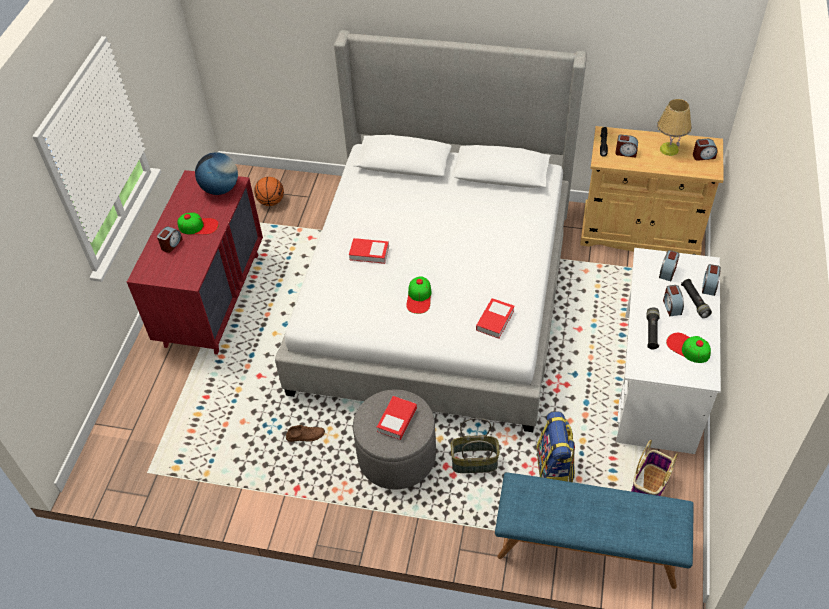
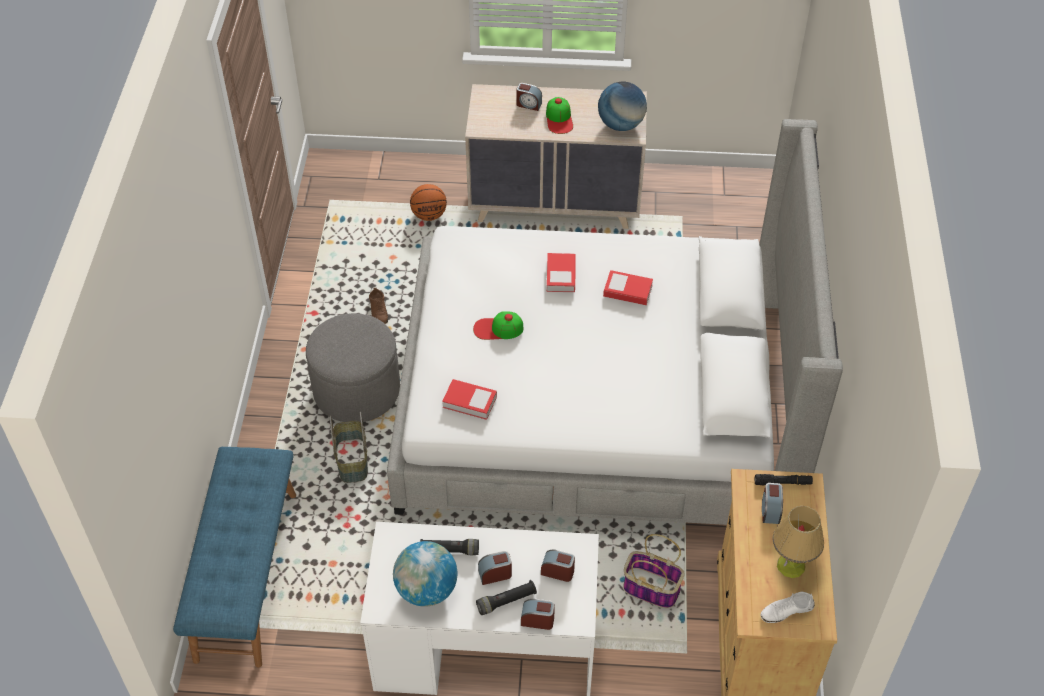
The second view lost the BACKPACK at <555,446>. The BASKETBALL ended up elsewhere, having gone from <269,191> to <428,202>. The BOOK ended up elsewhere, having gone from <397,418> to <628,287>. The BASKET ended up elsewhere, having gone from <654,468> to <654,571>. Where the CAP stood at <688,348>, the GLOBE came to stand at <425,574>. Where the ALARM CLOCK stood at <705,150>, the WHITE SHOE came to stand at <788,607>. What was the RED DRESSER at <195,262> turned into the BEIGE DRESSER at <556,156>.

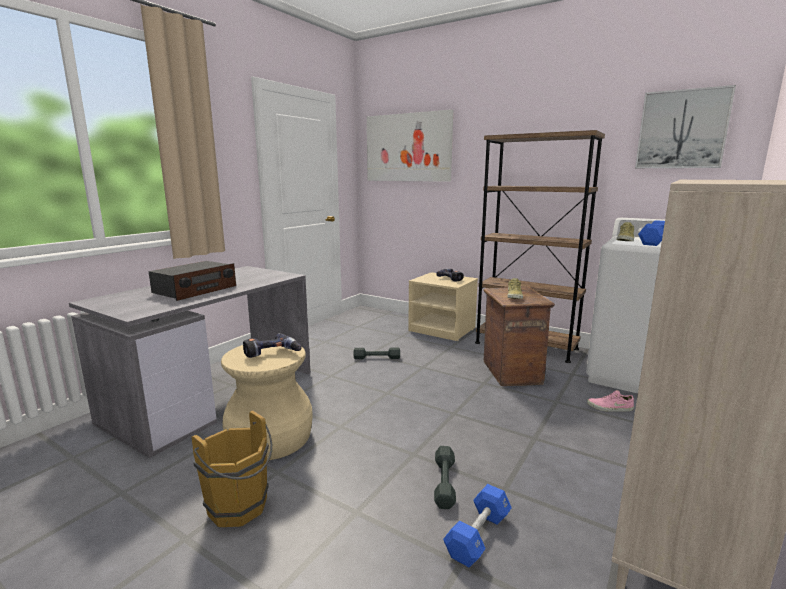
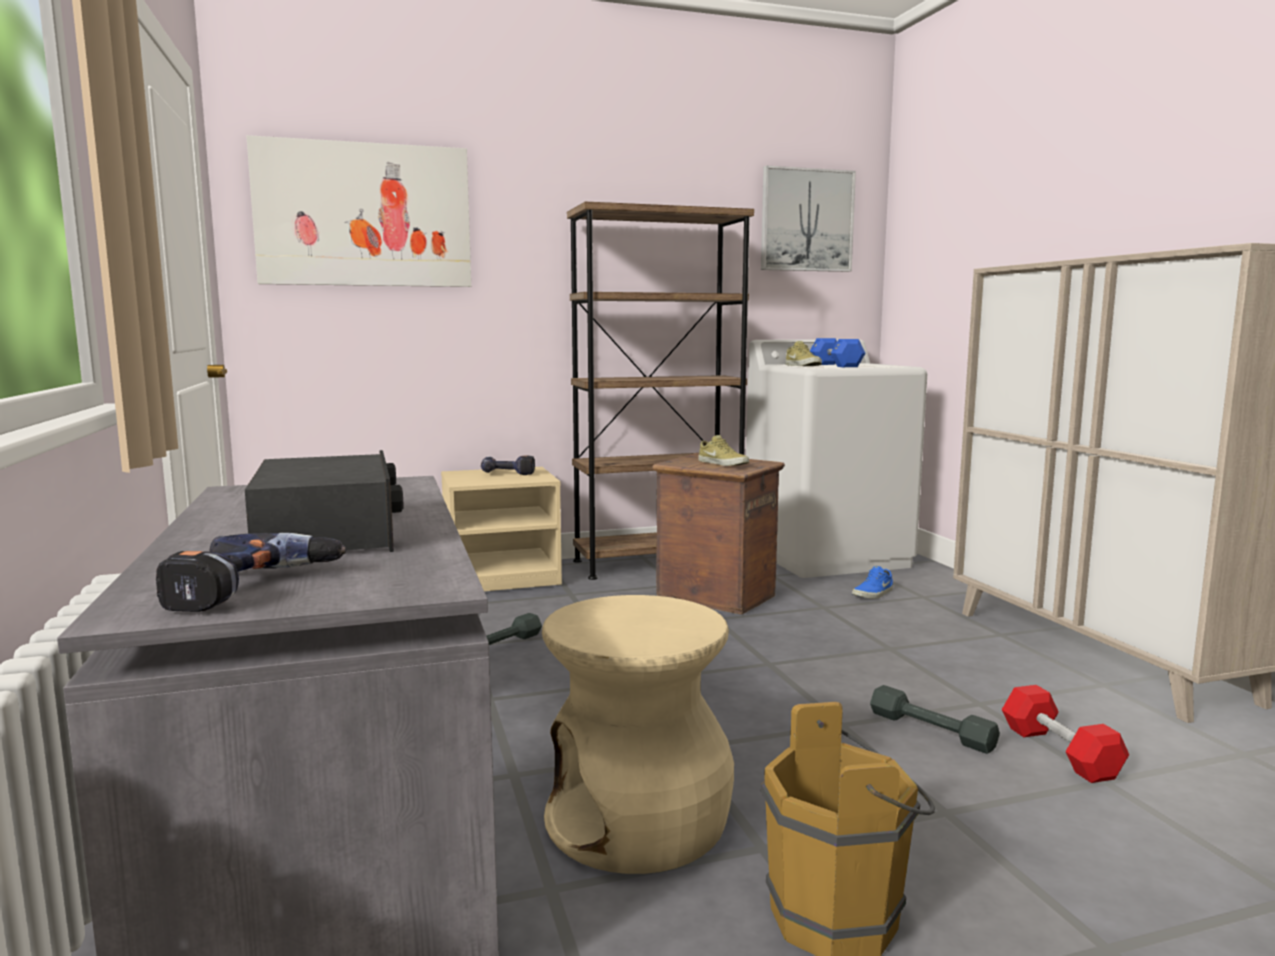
The POWER DRILL ended up elsewhere, having gone from <272,345> to <251,572>. What was the BLUE DUMBBELL at <477,525> turned into the RED DUMBBELL at <1065,734>. What was the PINK SHOE at <610,401> turned into the BLUE SHOE at <872,582>.

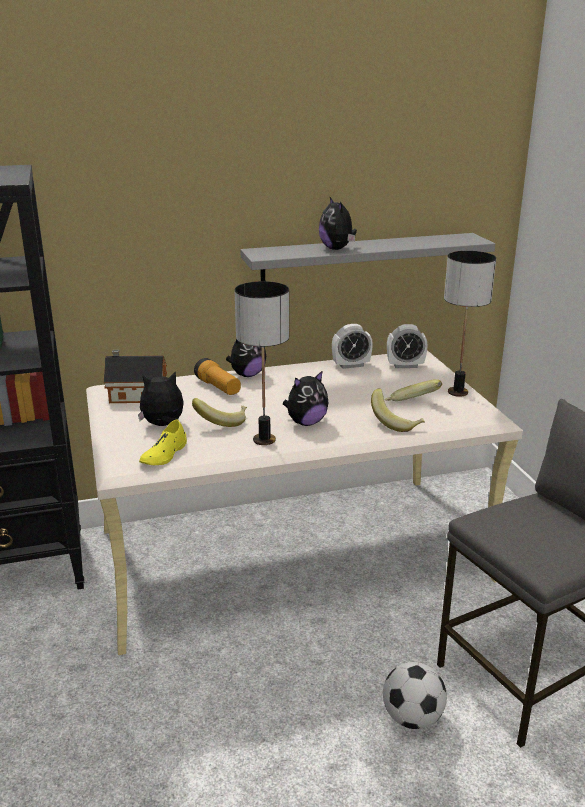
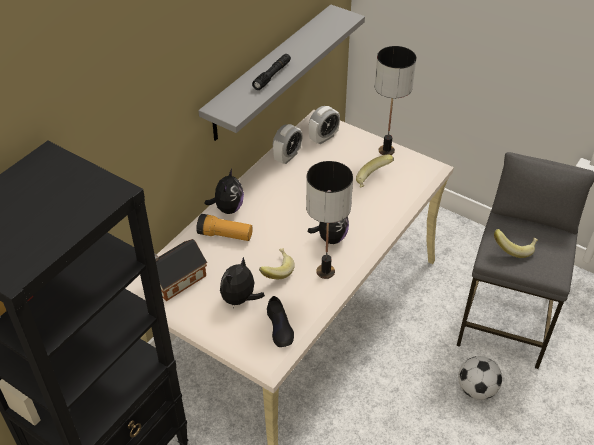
The BANANA ended up elsewhere, having gone from <398,410> to <516,243>. Where the PLUSH TOY stood at <338,223>, the BLACK FLASHLIGHT came to stand at <271,72>. What was the YELLOW SHOE at <163,442> turned into the BLACK SHOE at <280,321>.

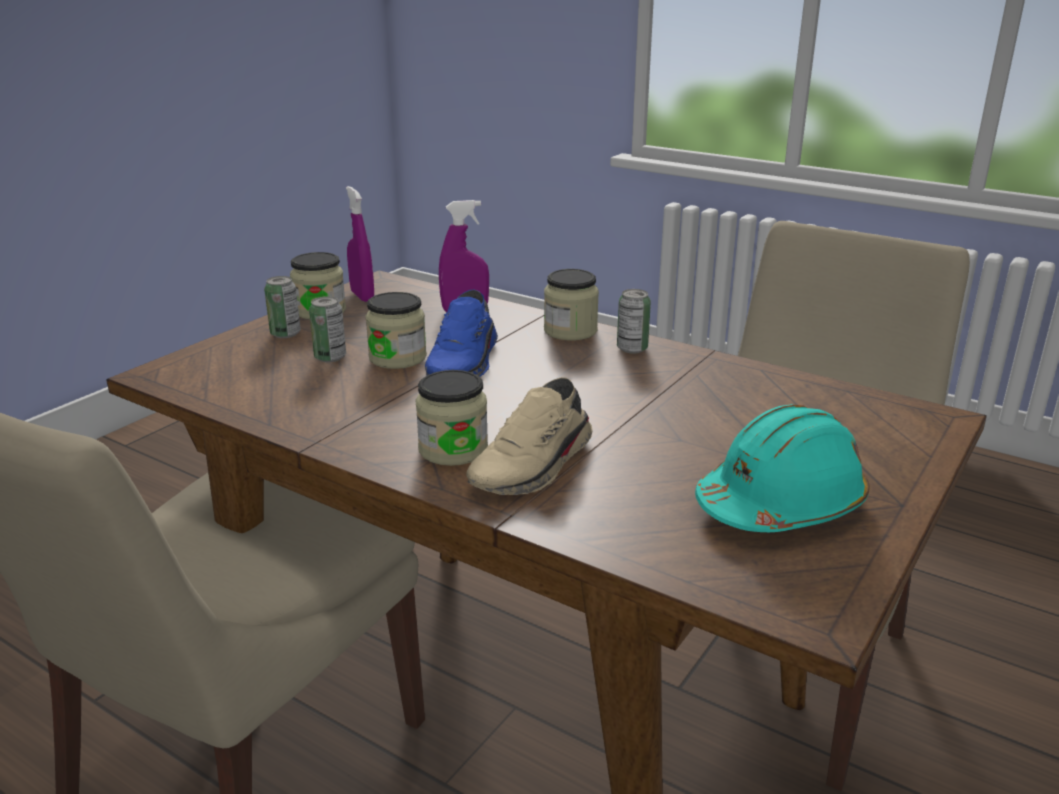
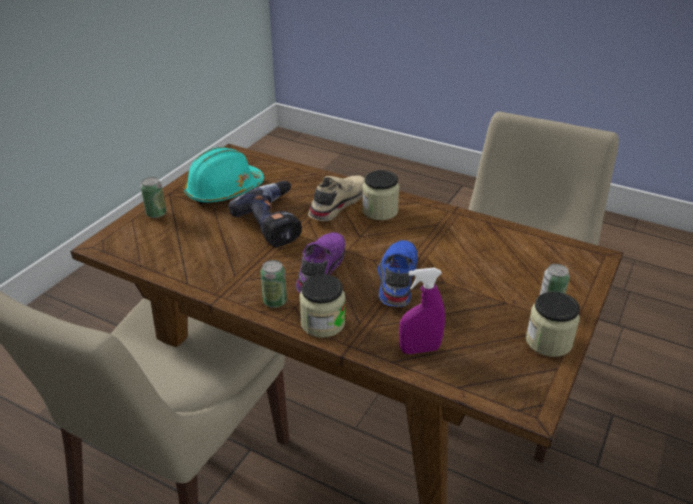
The second view lost the PURPLE SPRAY BOTTLE at <360,244>. The second view lost the JAR at <396,330>. The second view gained the POWER DRILL at <265,214>. The second view gained the PURPLE SHOE at <320,262>. The CAN ended up elsewhere, having gone from <327,329> to <153,197>.

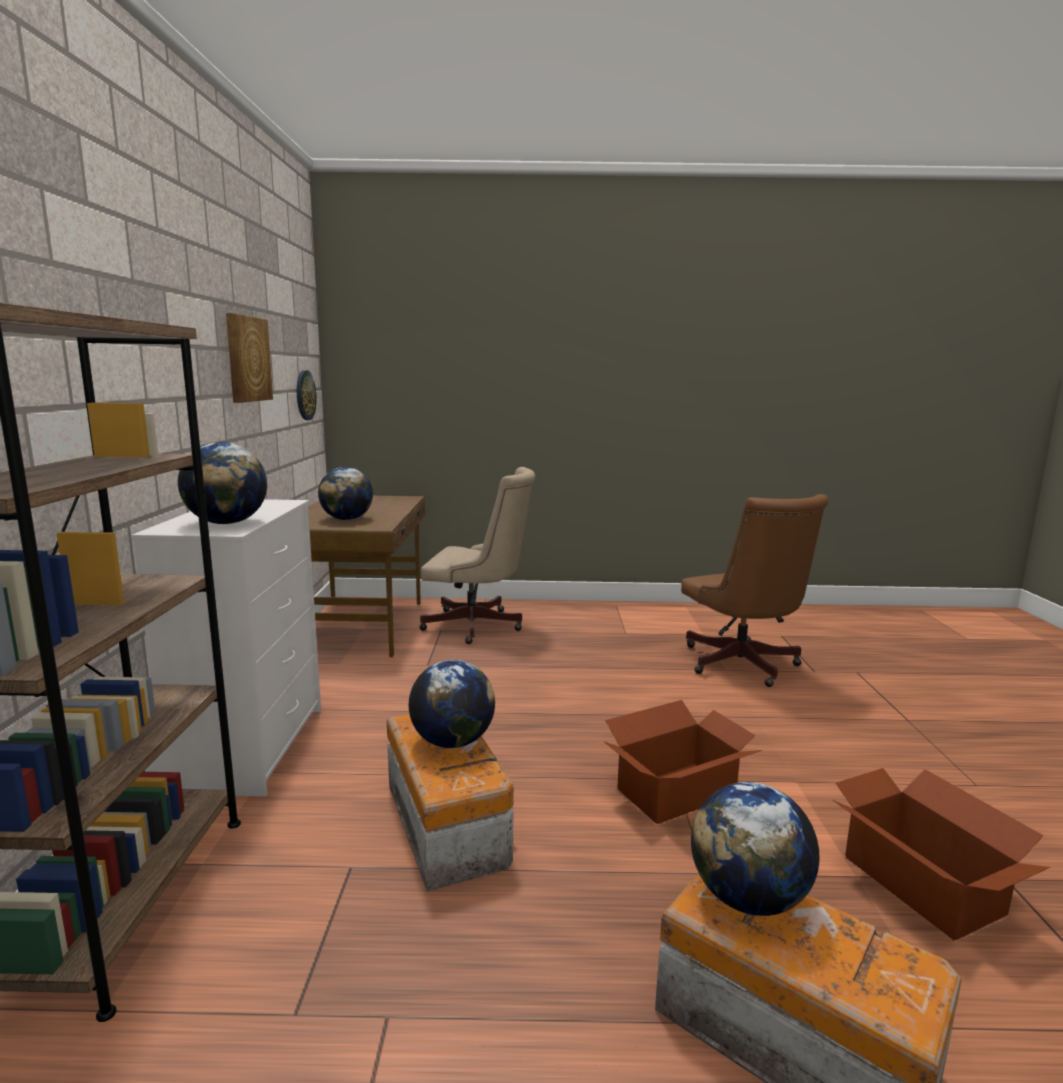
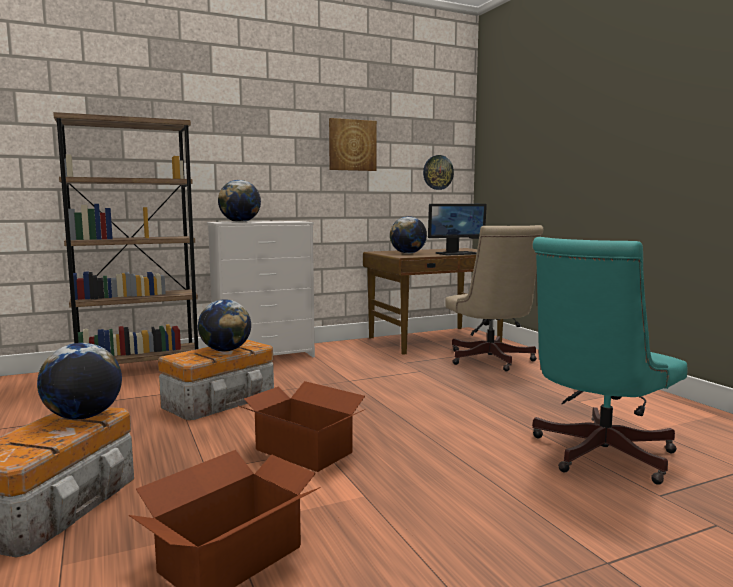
The second view gained the MONITOR at <457,229>. What was the BROWN OFFICE CHAIR at <754,590> turned into the TURQUOISE OFFICE CHAIR at <610,361>.

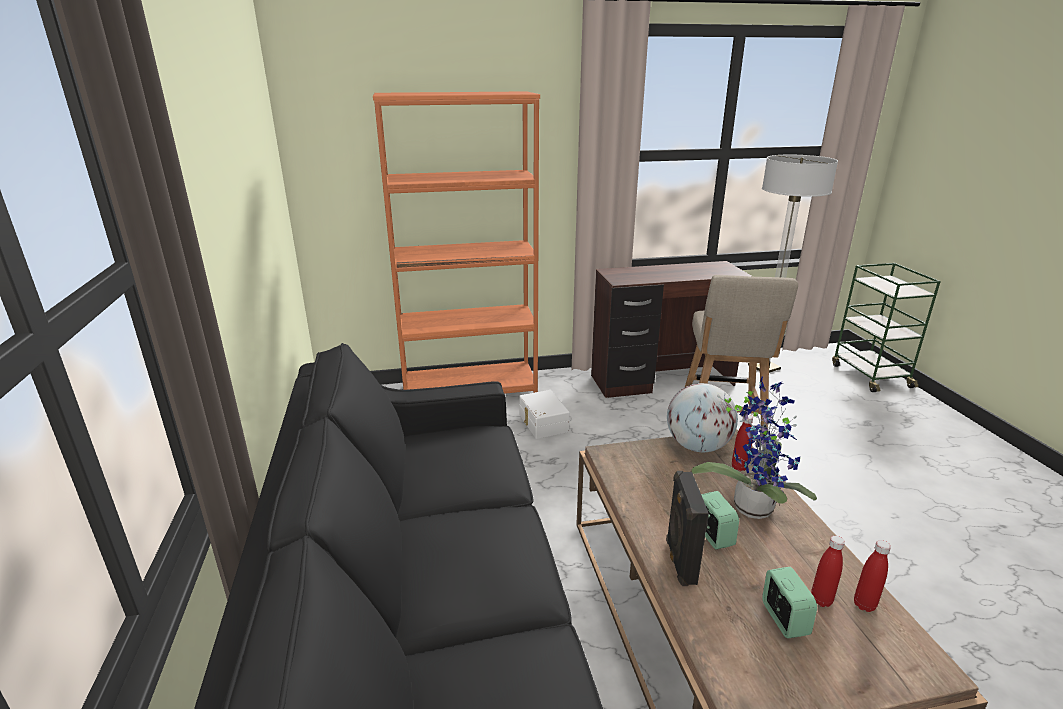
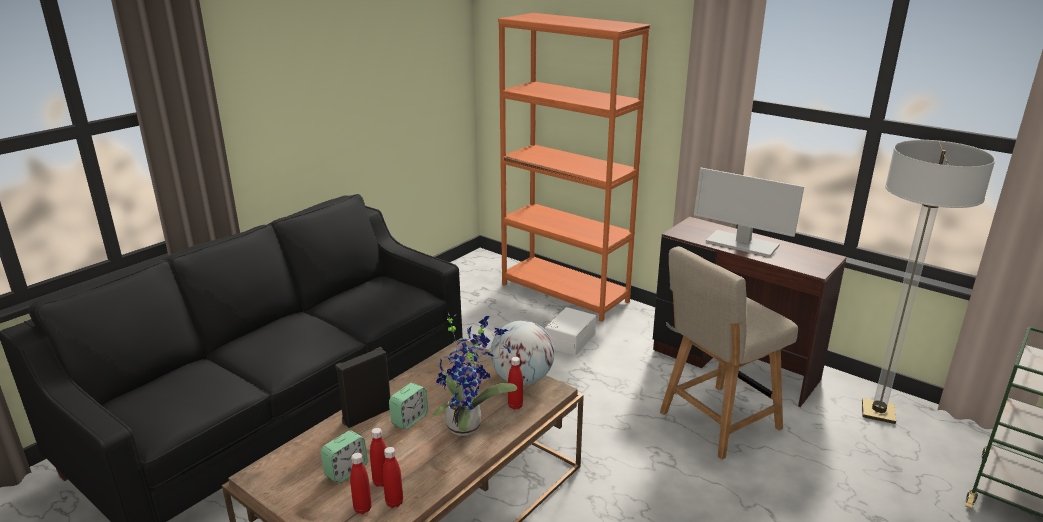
The second view gained the RED BOTTLE at <361,483>. The second view gained the MONITOR at <749,212>.

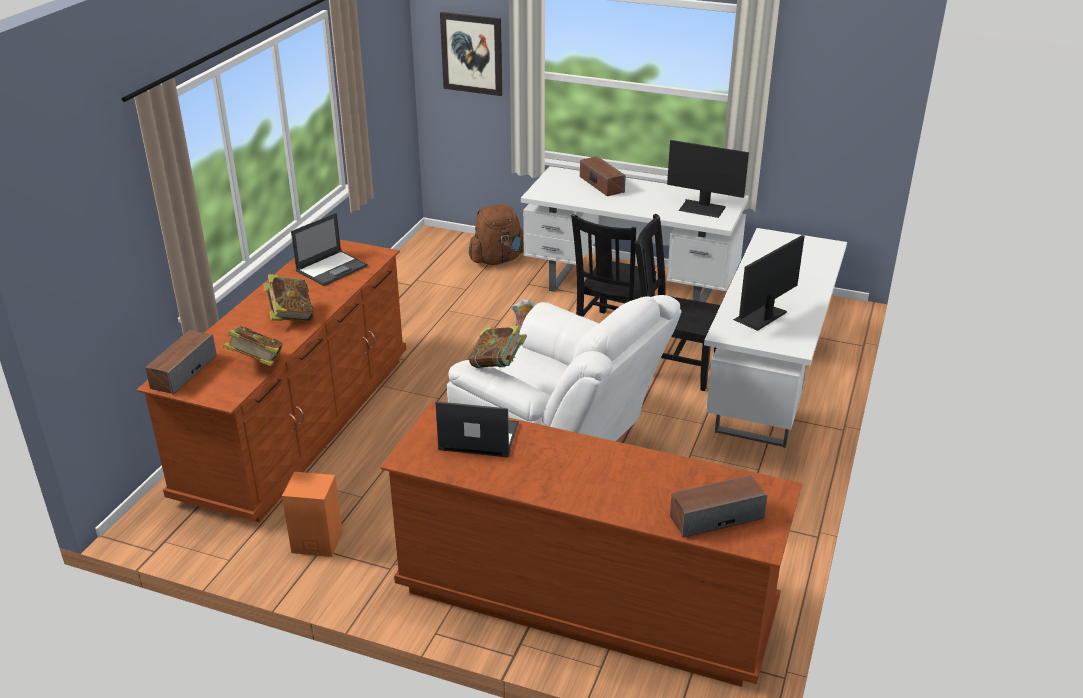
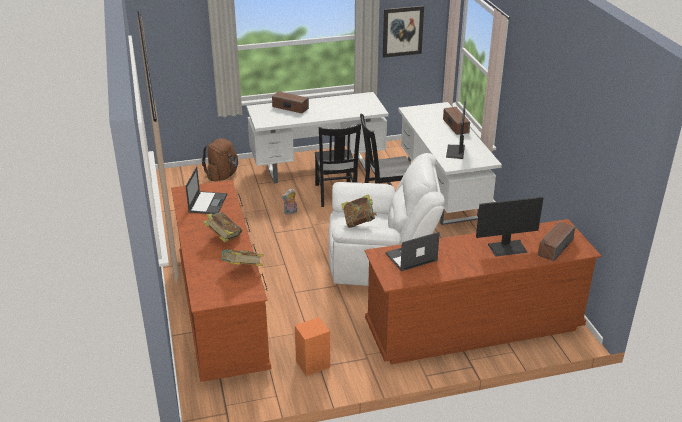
The SPEAKER ended up elsewhere, having gone from <181,362> to <456,121>. The PICTURE ended up elsewhere, having gone from <471,54> to <403,32>. The MONITOR ended up elsewhere, having gone from <708,179> to <509,227>.

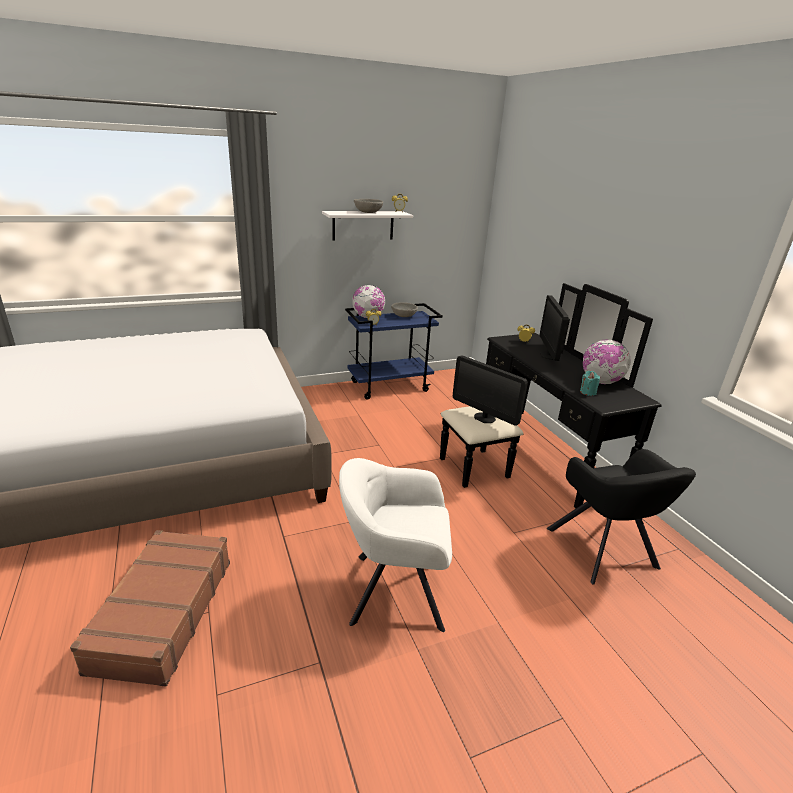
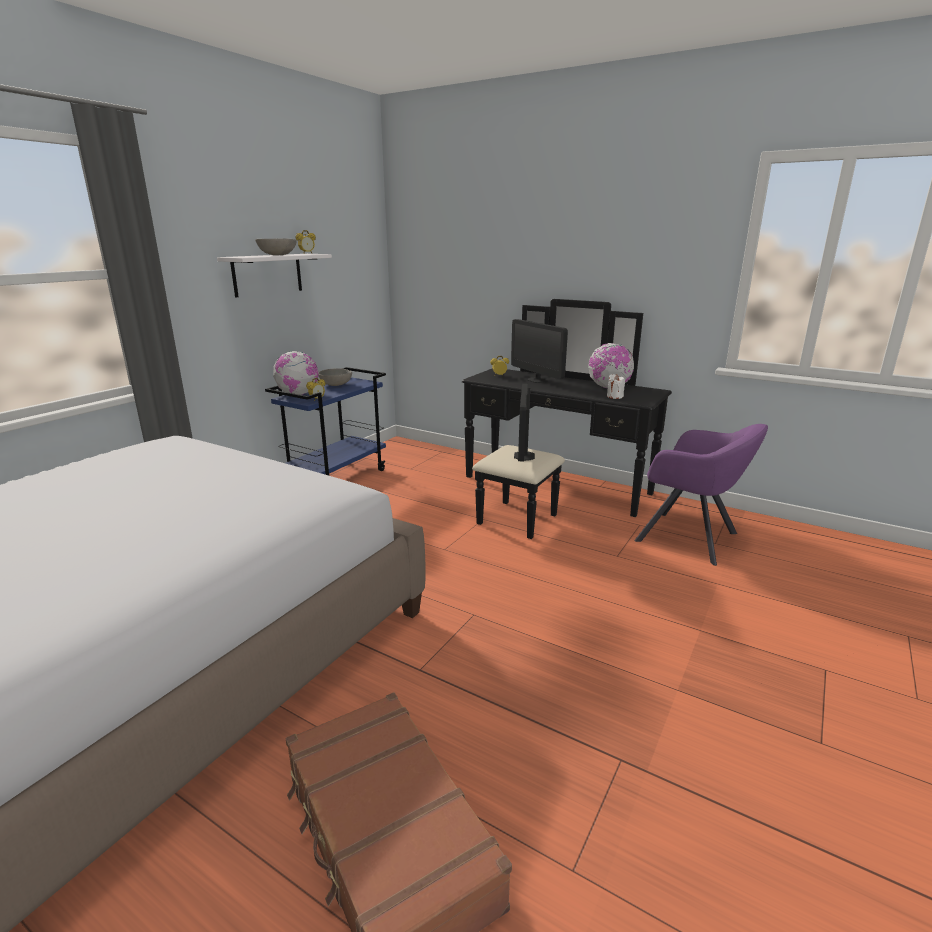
The second view lost the WHITE ARMCHAIR at <395,545>. What was the BLACK ARMCHAIR at <621,516> turned into the PURPLE ARMCHAIR at <701,495>. What was the TURQUOISE CANDLE at <590,383> turned into the WHITE CANDLE at <616,386>. The MONITOR at <490,390> ended up facing another way, 90 degrees clockwise from before.

